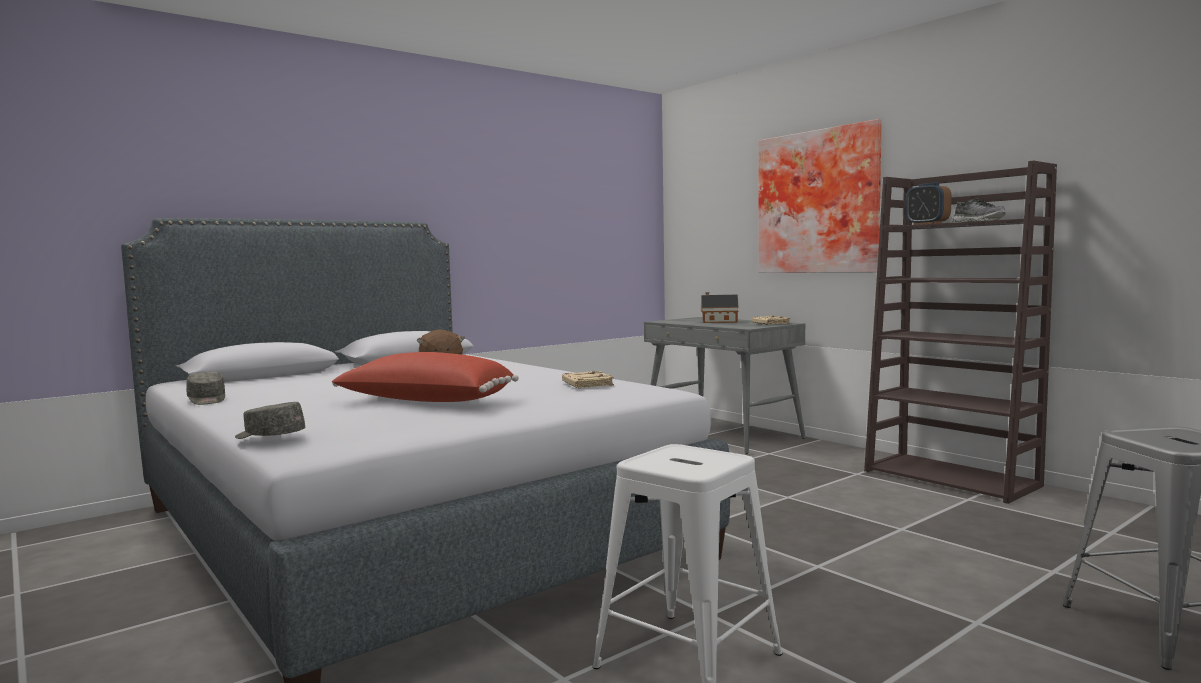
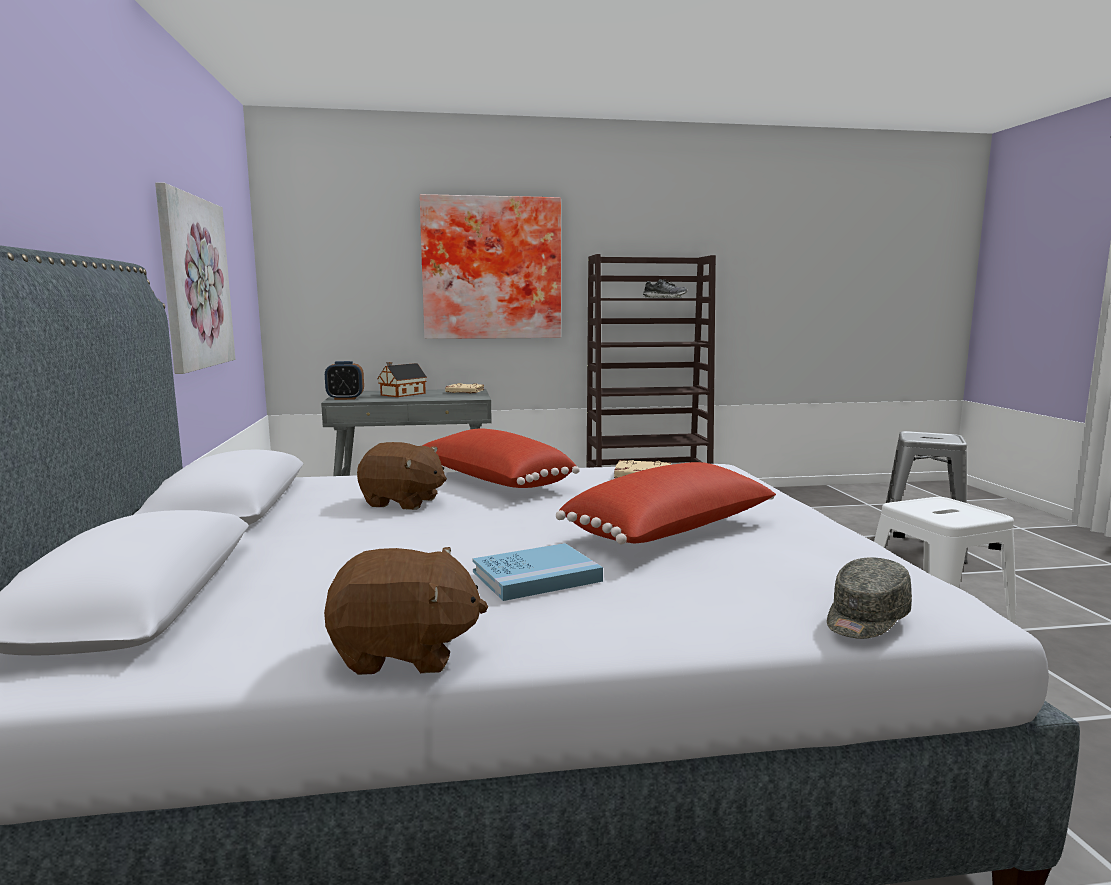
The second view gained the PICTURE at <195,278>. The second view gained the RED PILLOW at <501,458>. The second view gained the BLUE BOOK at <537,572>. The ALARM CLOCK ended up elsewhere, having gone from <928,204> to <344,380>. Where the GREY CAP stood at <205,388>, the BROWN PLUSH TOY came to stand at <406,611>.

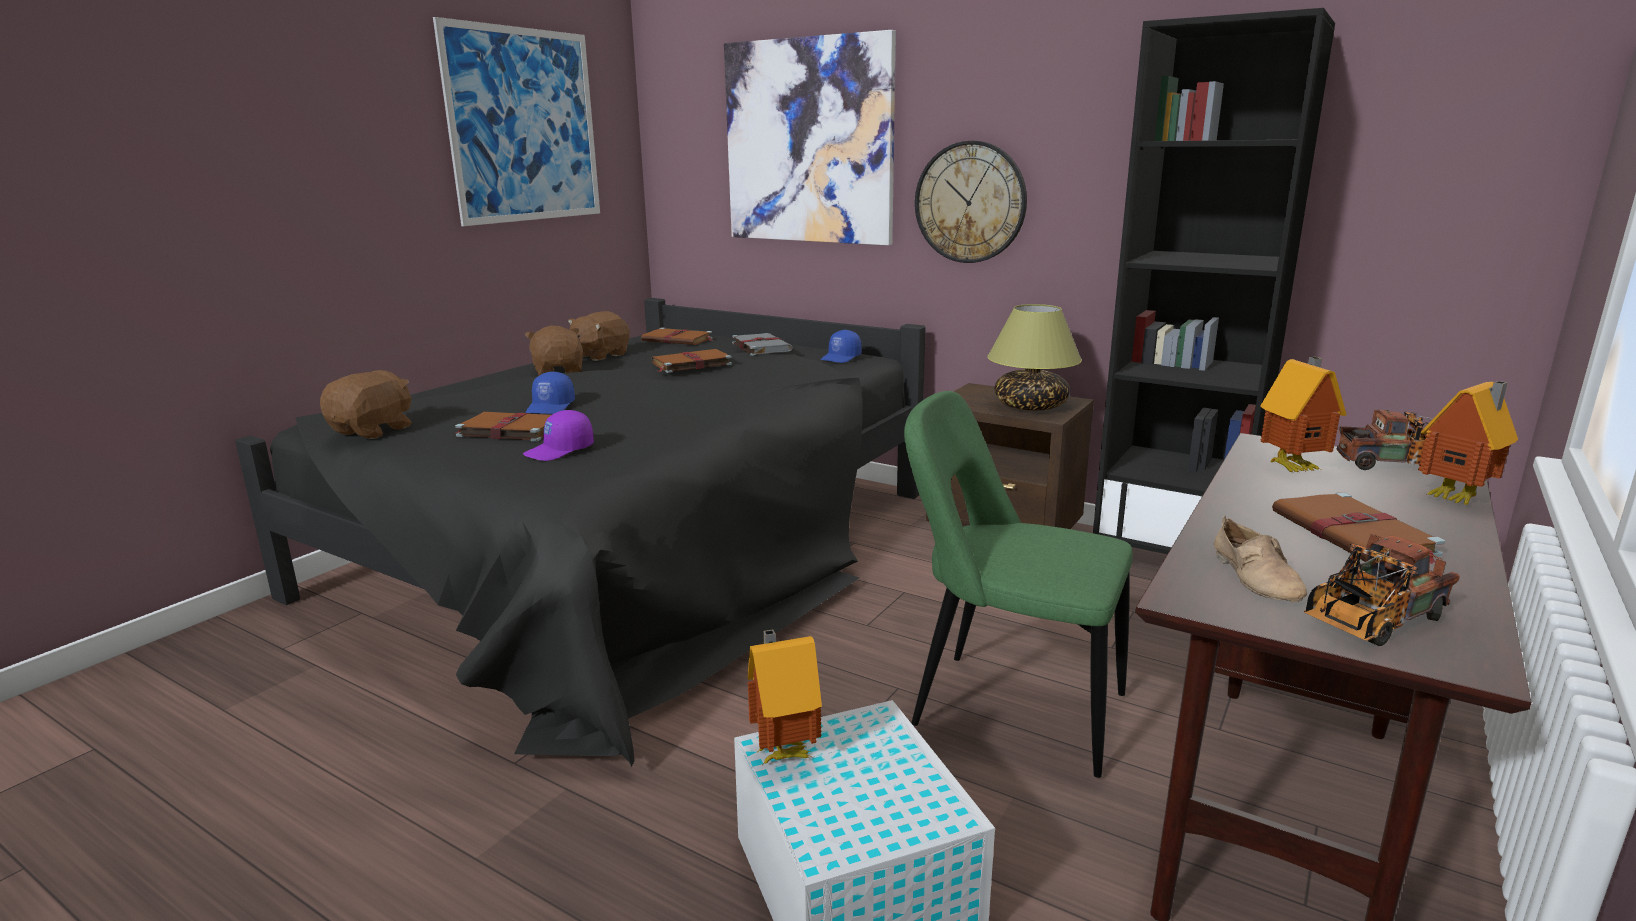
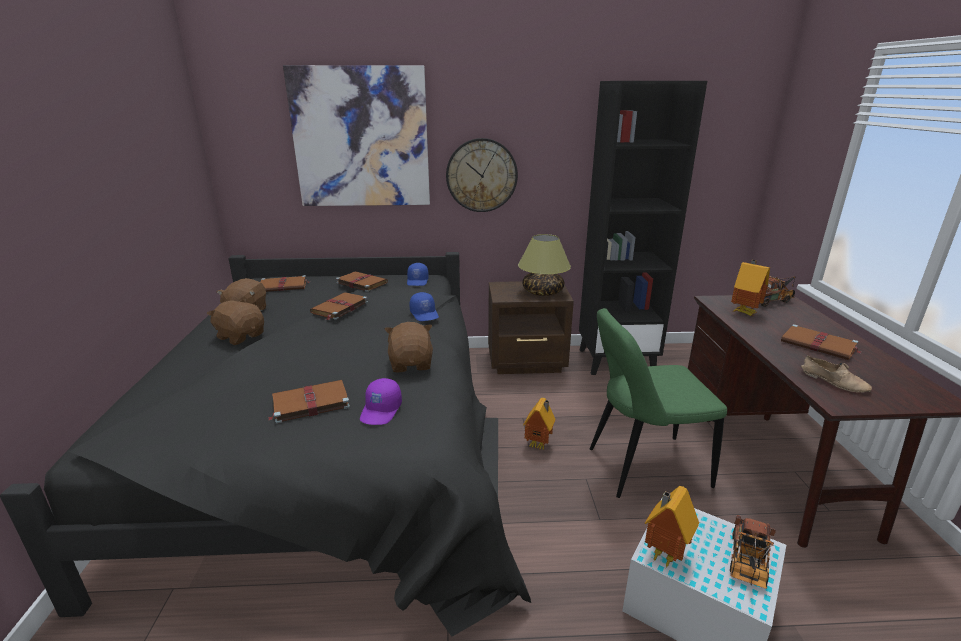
The second view lost the PICTURE at <516,121>. The BROWN PLUSH TOY ended up elsewhere, having gone from <366,404> to <409,347>. The BLUE CAP ended up elsewhere, having gone from <550,392> to <424,306>. The TOY TRUCK ended up elsewhere, having gone from <1381,590> to <753,552>. The TOY HOUSE ended up elsewhere, having gone from <1468,443> to <539,424>. What was the GREY BOOK at <762,344> turned into the BROWN BOOK at <362,281>.

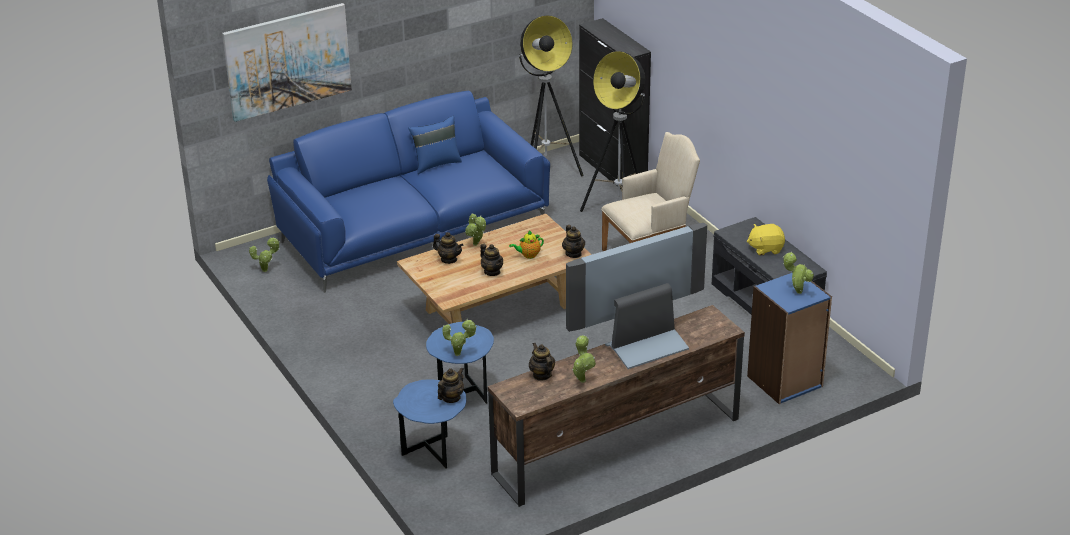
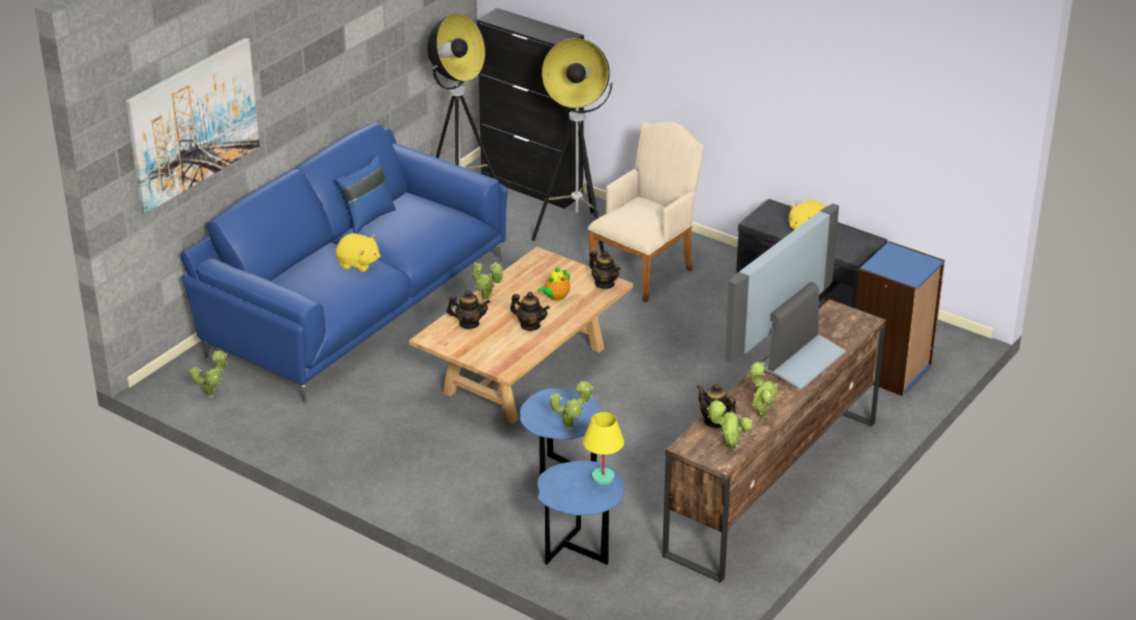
The second view gained the YELLOW PLUSH TOY at <358,252>. The POTTED PLANT ended up elsewhere, having gone from <798,273> to <729,425>. Where the TEAPOT stood at <451,385>, the YELLOW TABLE LAMP came to stand at <603,448>.

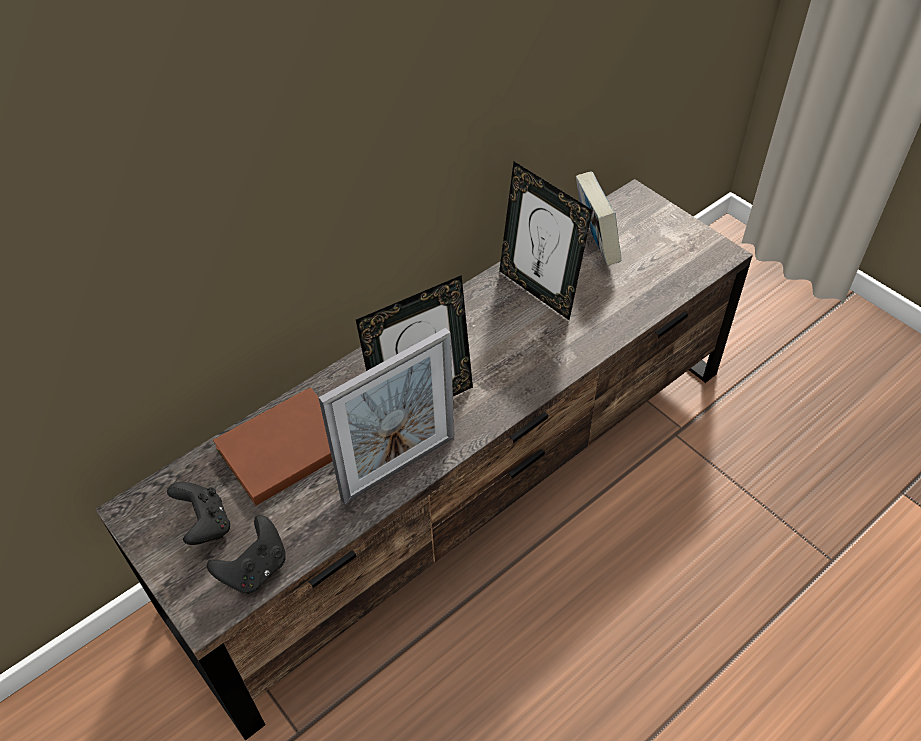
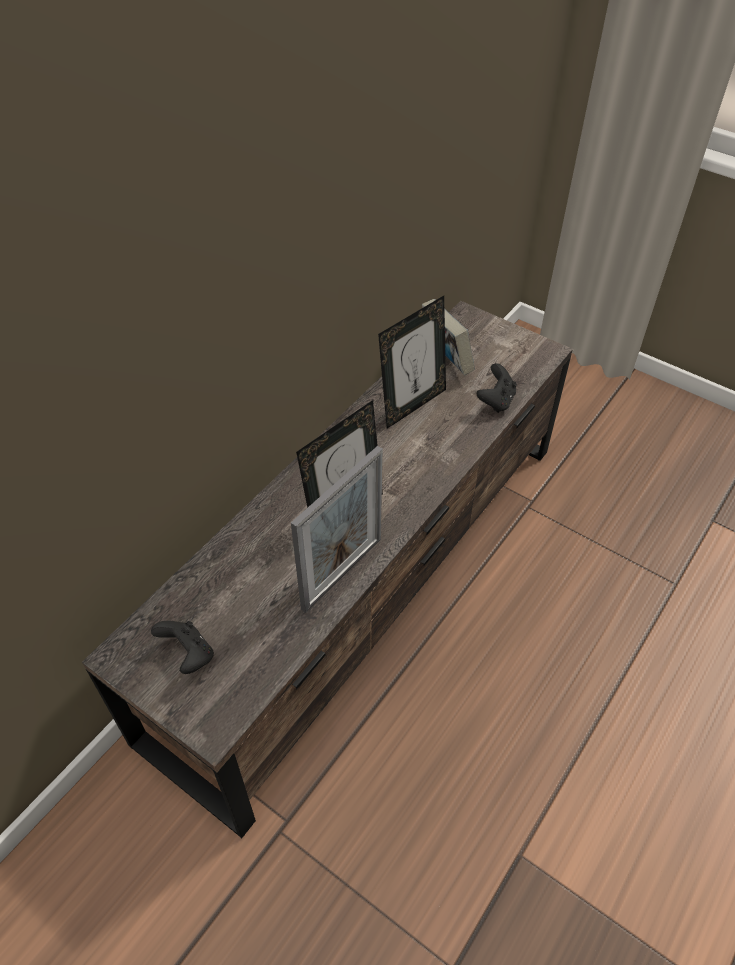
The second view lost the BROWN BOOK at <272,446>. The BLACK GAME CONTROLLER ended up elsewhere, having gone from <246,554> to <497,388>. The PICTURE FRAME at <545,240> ended up facing another way, 75 degrees counterclockwise from before.

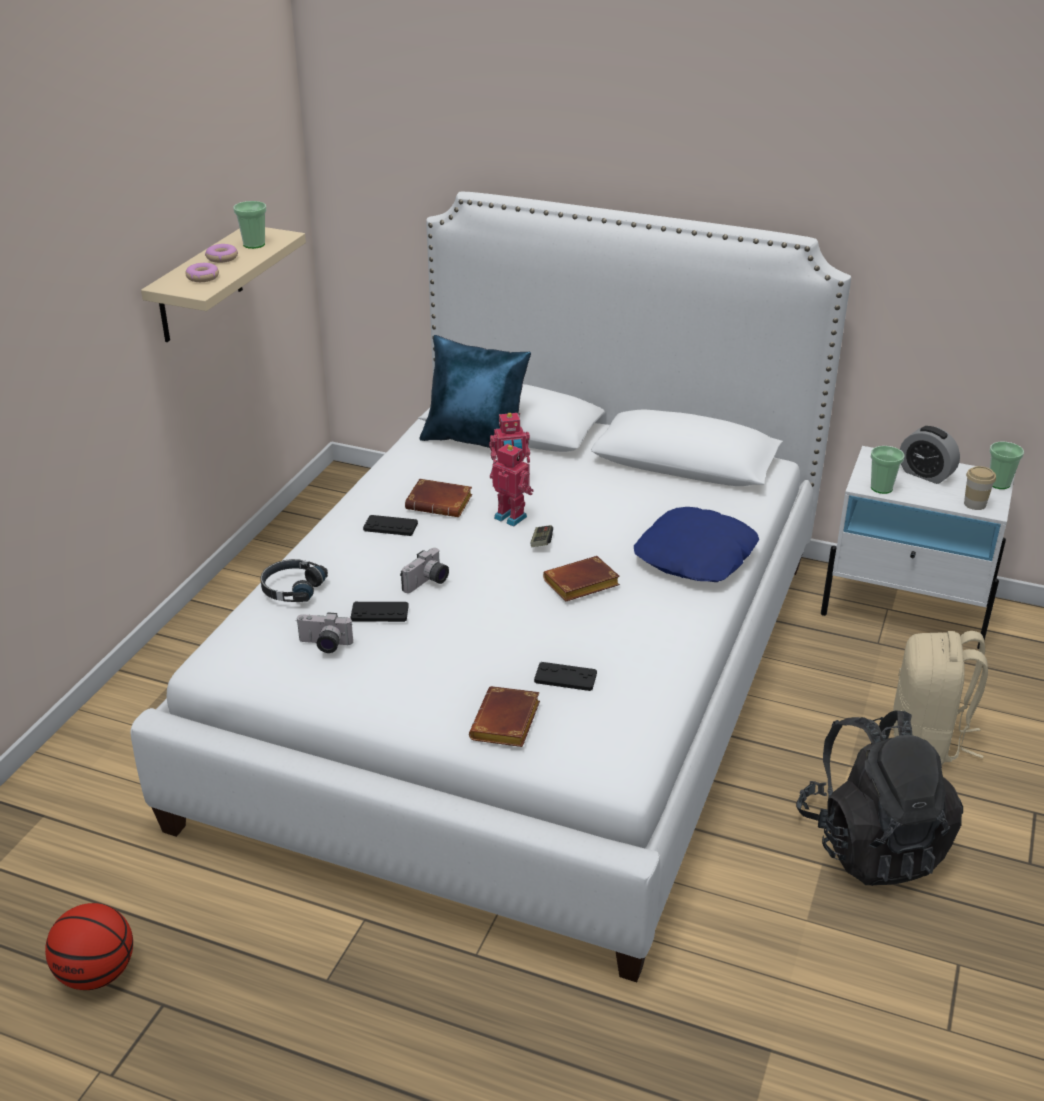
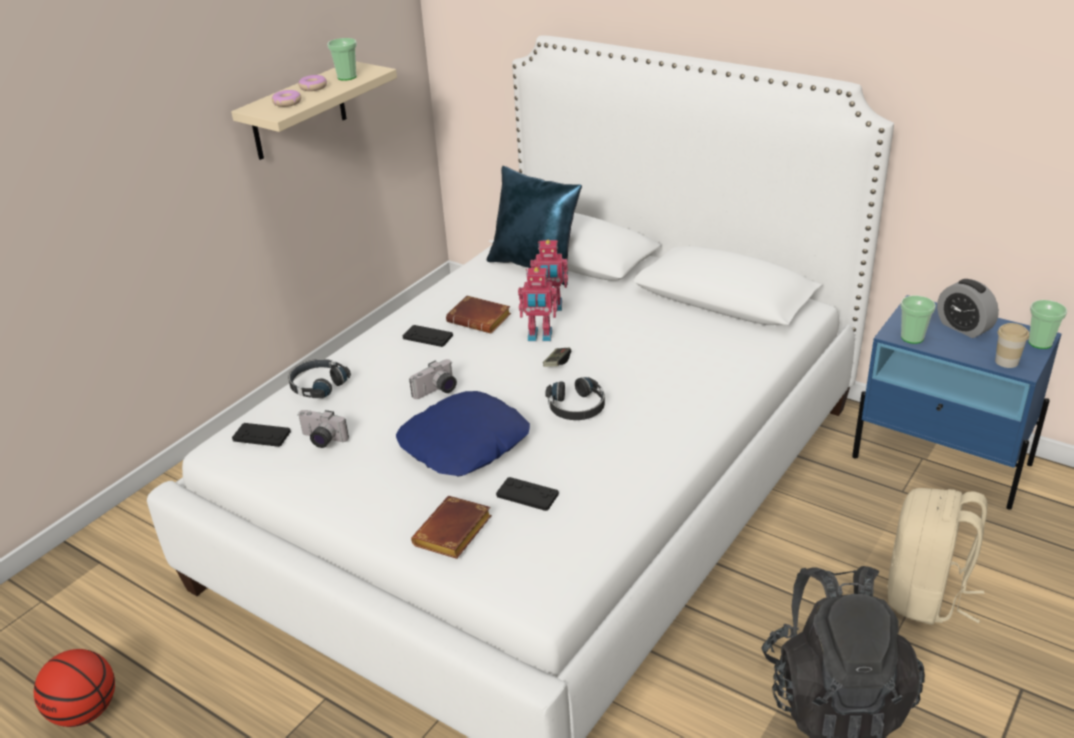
The BLACK GAME CONTROLLER ended up elsewhere, having gone from <380,612> to <261,435>. The BLUE PILLOW ended up elsewhere, having gone from <696,544> to <463,434>. Where the BROWN BOOK stood at <581,578>, the BLACK HEADPHONES came to stand at <575,398>. What was the WHITE NIGHTSTAND at <918,547> turned into the BLUE NIGHTSTAND at <957,402>. The TOY ROBOT at <512,485> ended up facing another way, 135 degrees clockwise from before.

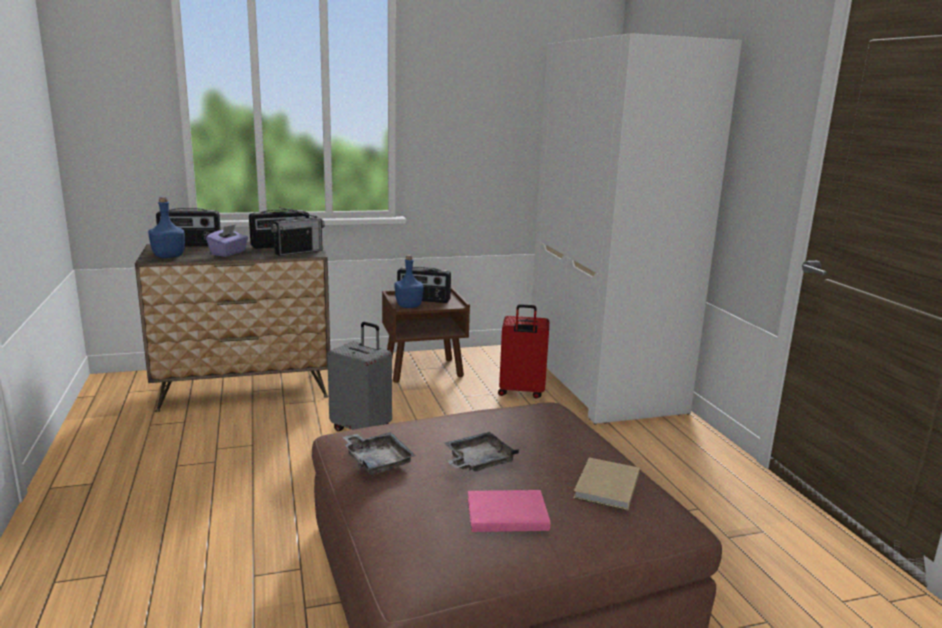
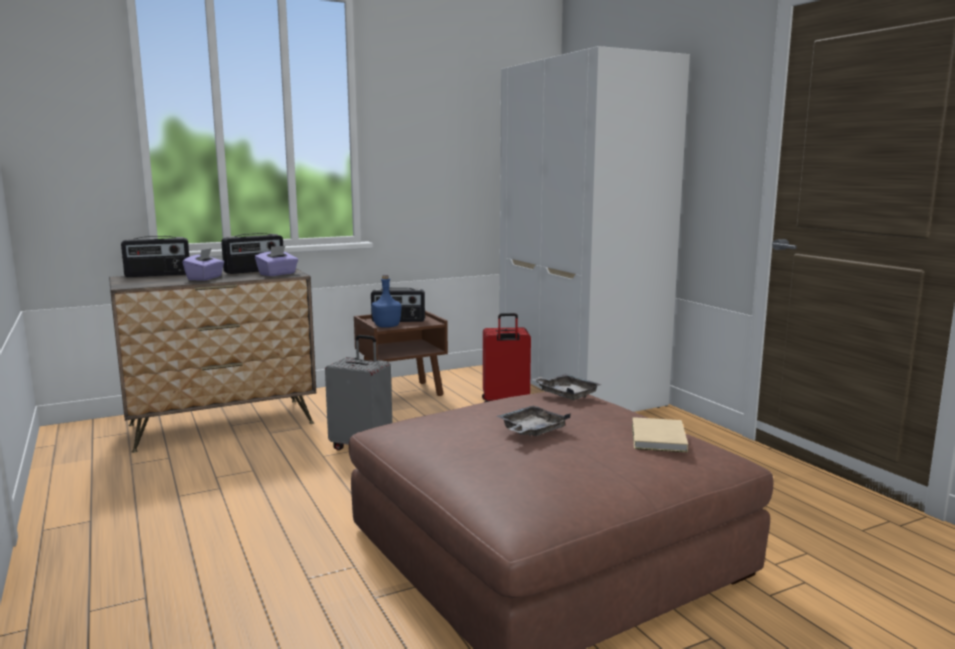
The second view lost the BLUE BOTTLE at <166,227>. The second view lost the PINK BOOK at <509,511>. The GREY TRAY ended up elsewhere, having gone from <379,453> to <566,387>. Where the RADIO stood at <298,231>, the PURPLE TISSUE BOX came to stand at <276,261>.

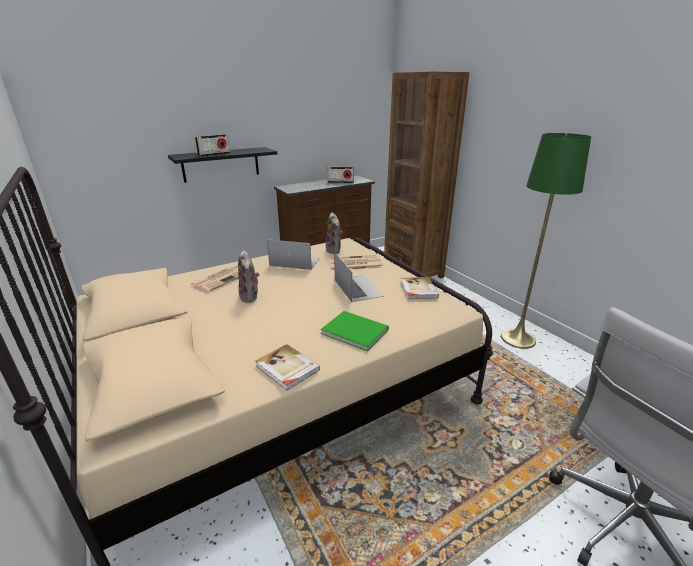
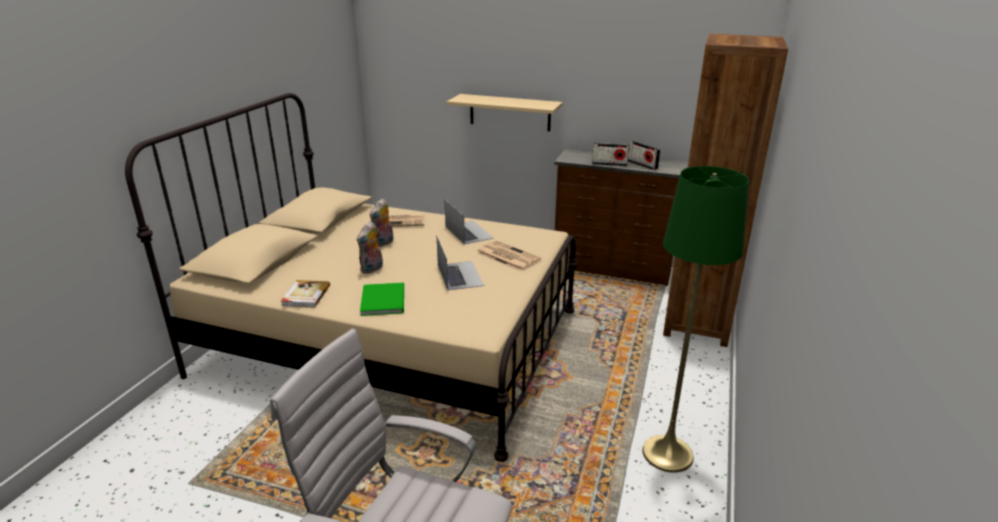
The second view lost the BOOK at <419,288>. The RADIO ended up elsewhere, having gone from <212,145> to <610,154>. The PLUSH TOY ended up elsewhere, having gone from <334,233> to <370,247>. What was the BLACK SHELF at <222,165> turned into the BEIGE SHELF at <505,112>. The LAPTOP at <359,277> ended up facing another way, 45 degrees counterclockwise from before.

